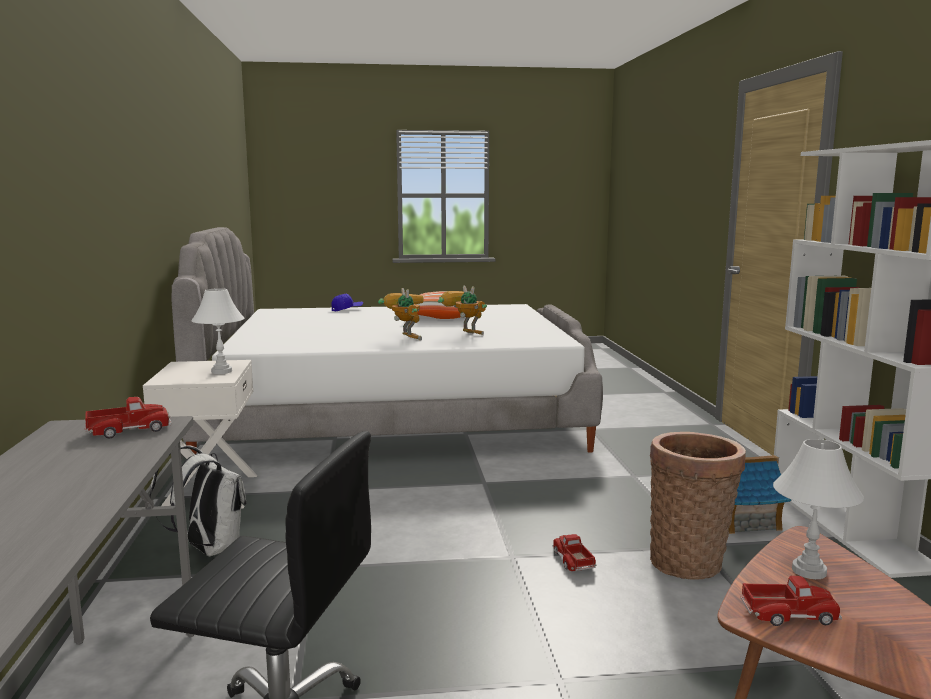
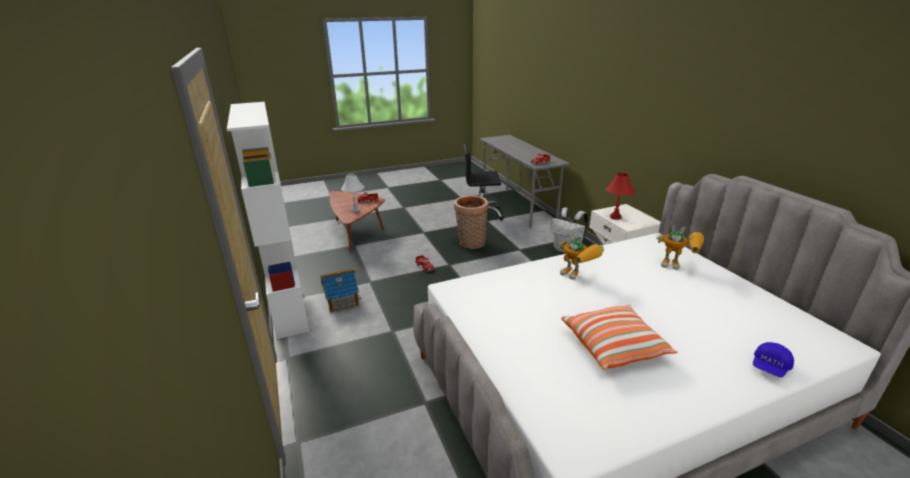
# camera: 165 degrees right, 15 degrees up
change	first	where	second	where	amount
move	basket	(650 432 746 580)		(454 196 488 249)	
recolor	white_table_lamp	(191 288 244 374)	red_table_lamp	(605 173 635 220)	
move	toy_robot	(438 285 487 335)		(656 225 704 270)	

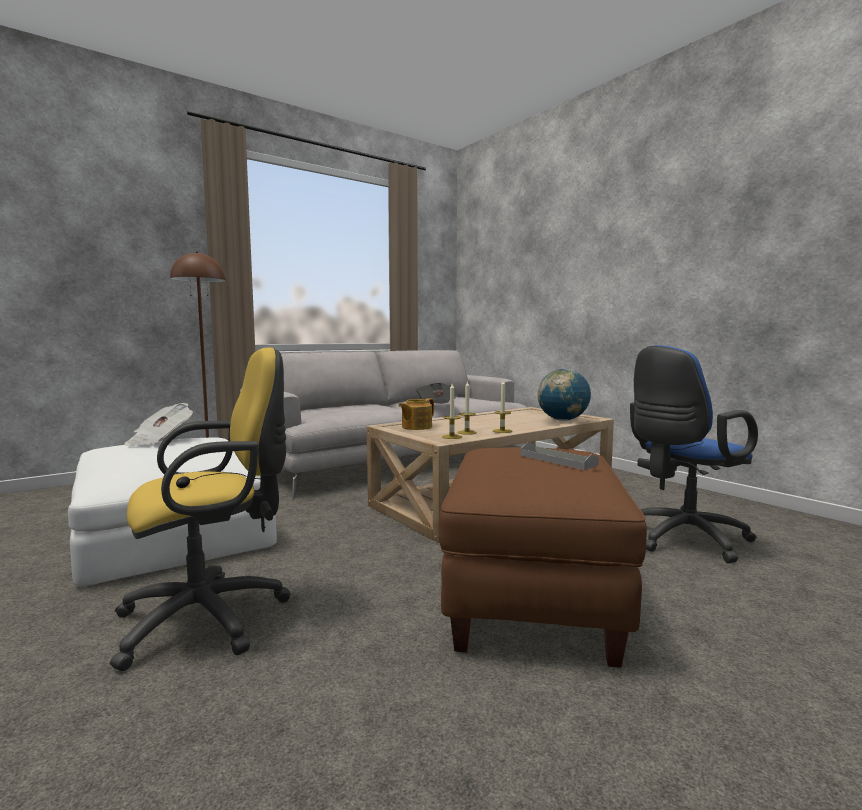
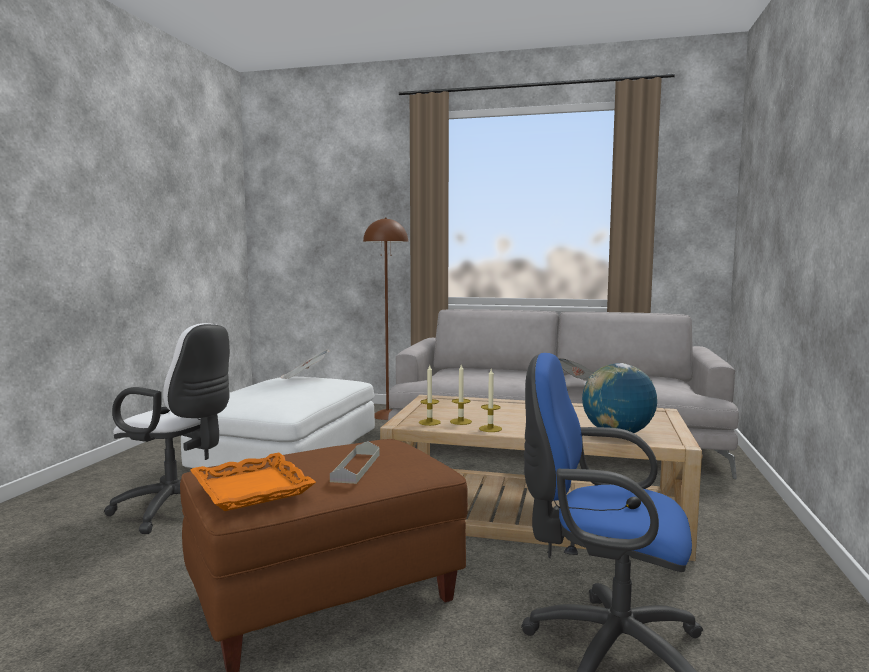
# camera: 50 degrees right, 0 degrees up
change	first	where	second	where	amount
recolor	yellow_office_chair	(110 347 291 671)	white_office_chair	(104 323 230 534)	
insert			orange_tray	(190 453 316 511)	
delete	teapot	(399 398 434 430)			

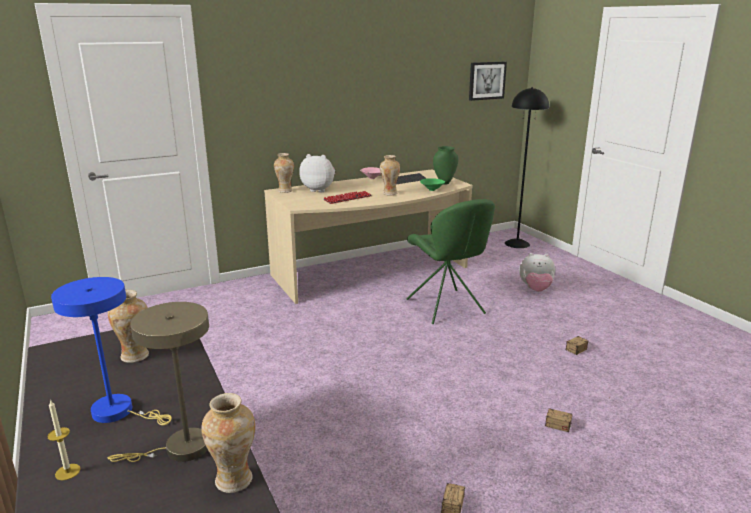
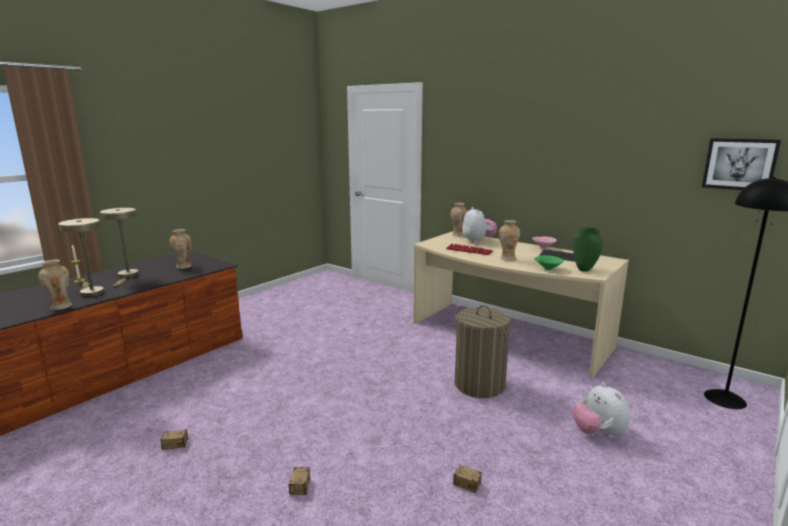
# camera: 65 degrees right, 5 degrees down
change	first	where	second	where	amount
recolor	blue_table_lamp	(51 277 172 425)	beige_table_lamp	(100 208 139 286)	
replace	green_chair	(406 199 495 324)	laundry_basket	(454 305 513 398)	

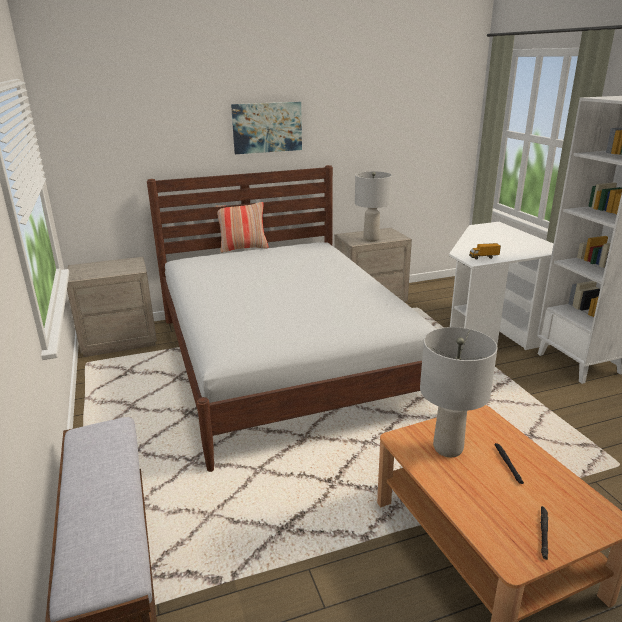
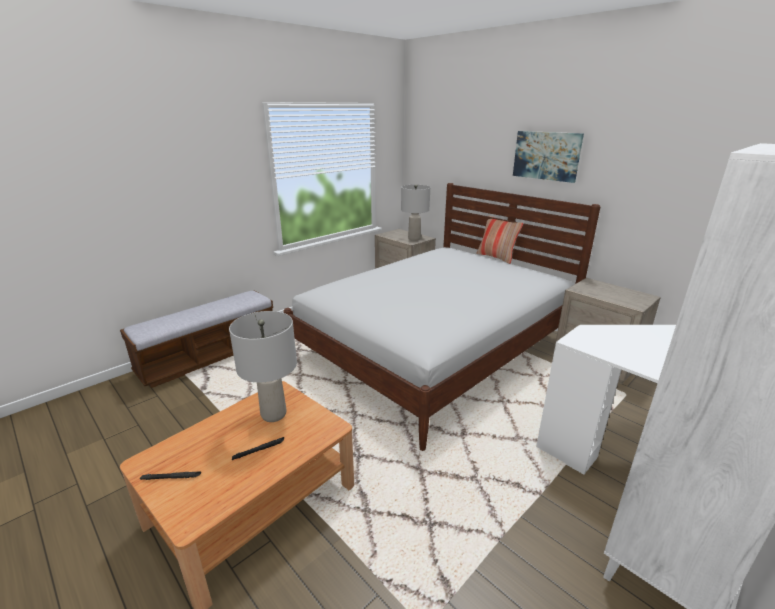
# camera: 65 degrees right, 0 degrees up
change	first	where	second	where	amount
move	grey_table_lamp	(355 172 392 242)		(401 185 430 241)	
delete	toy_truck	(469 243 501 259)			

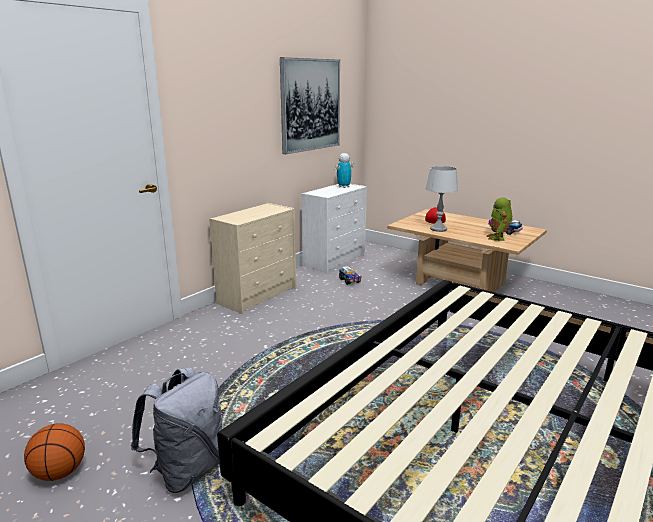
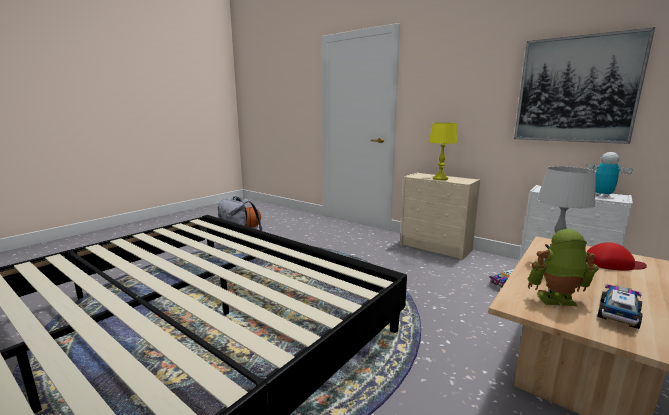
# camera: 90 degrees right, 5 degrees down
change	first	where	second	where	amount
insert			yellow_table_lamp	(429 123 458 180)	

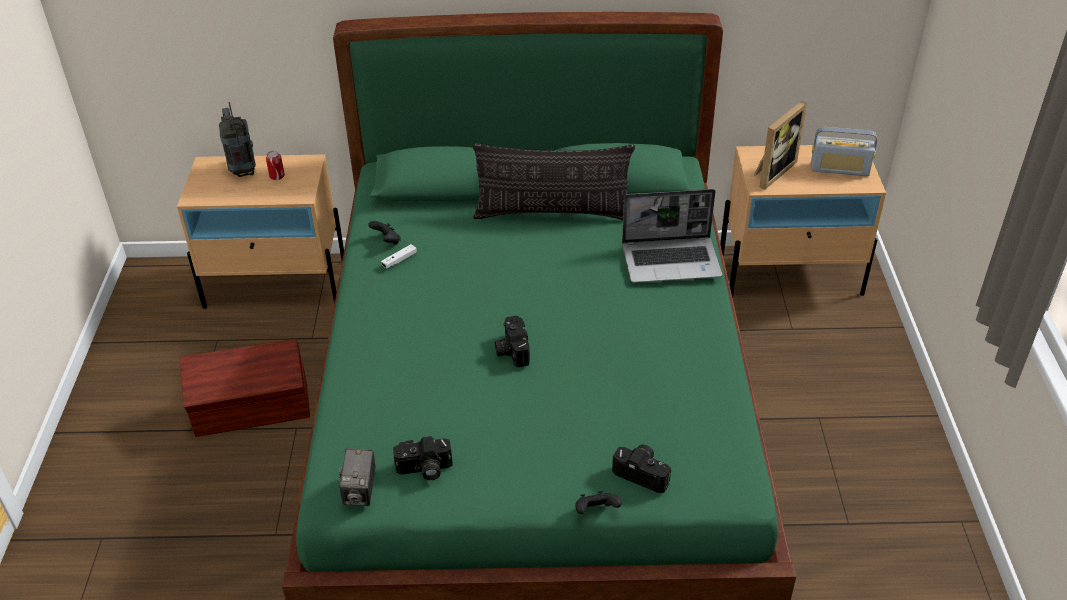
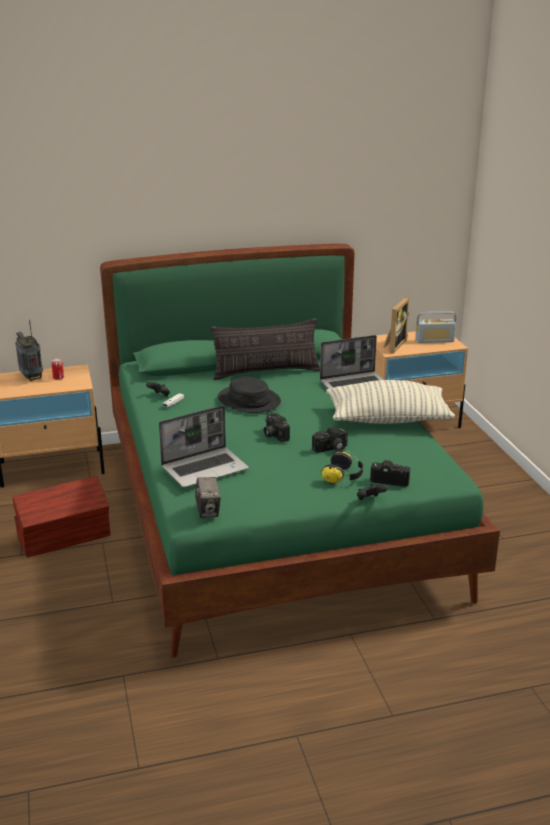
# camera: 15 degrees left, 15 degrees down
change	first	where	second	where	amount
insert			laptop	(159 405 249 488)	
insert			black_hat	(218 376 281 413)	
move	photo_camera	(393 436 453 480)		(312 427 348 453)	
insert			headphones	(322 450 363 486)	
insert			pillow	(326 380 455 424)	

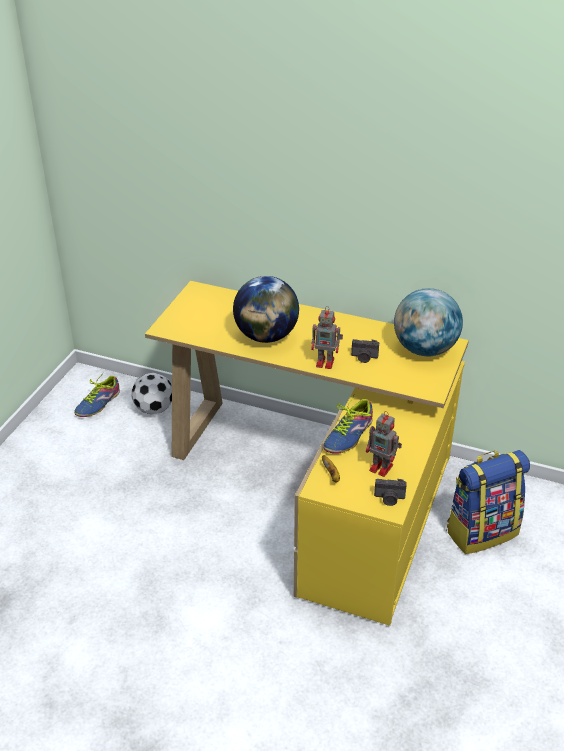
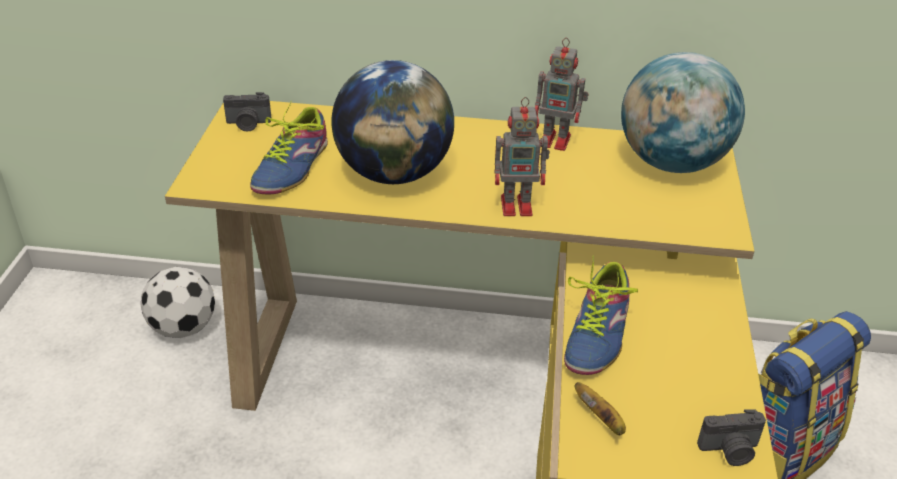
# camera: 15 degrees left, 0 degrees up
change	first	where	second	where	amount
move	photo_camera	(351 339 379 363)		(223 92 271 132)	
move	shoe	(74 372 120 417)		(250 101 328 194)	
move	toy_robot	(366 411 402 477)		(535 38 589 151)	

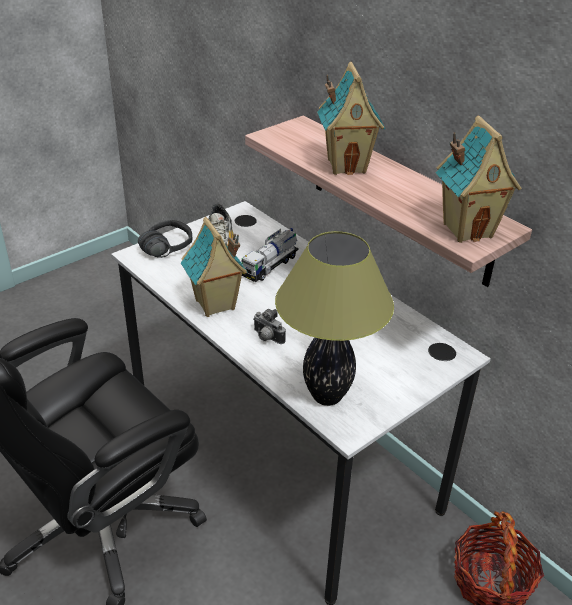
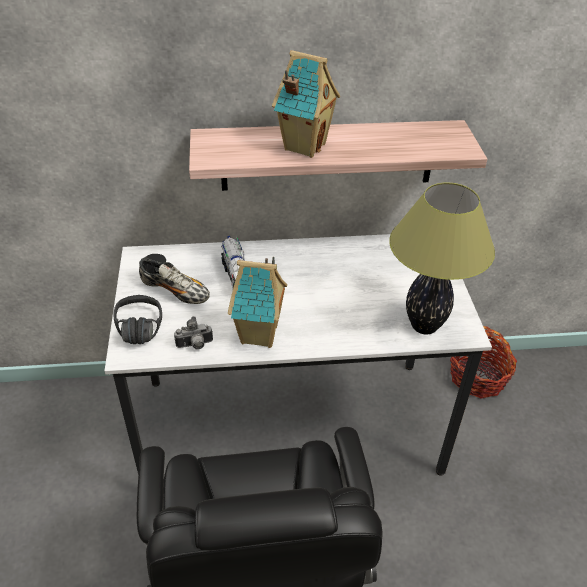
# camera: 55 degrees left, 5 degrees up
change	first	where	second	where	amount
move	photo_camera	(253 309 286 344)		(174 316 213 350)	
delete	toy_house	(436 116 521 243)			

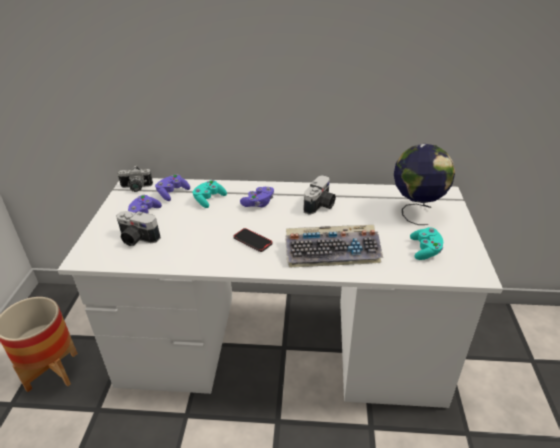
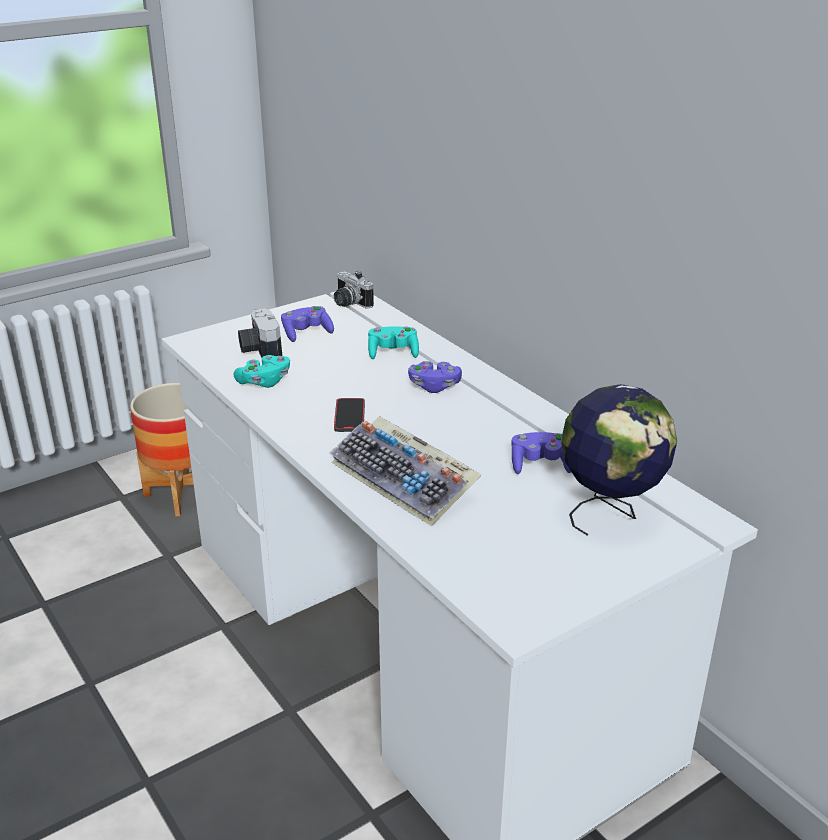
# camera: 50 degrees right, 5 degrees down
change	first	where	second	where	amount
move	turquoise_game_controller	(410 227 443 260)		(233 355 290 388)	
move	purple_game_controller	(155 174 190 201)		(511 432 571 474)	
delete	photo_camera	(303 175 336 215)			

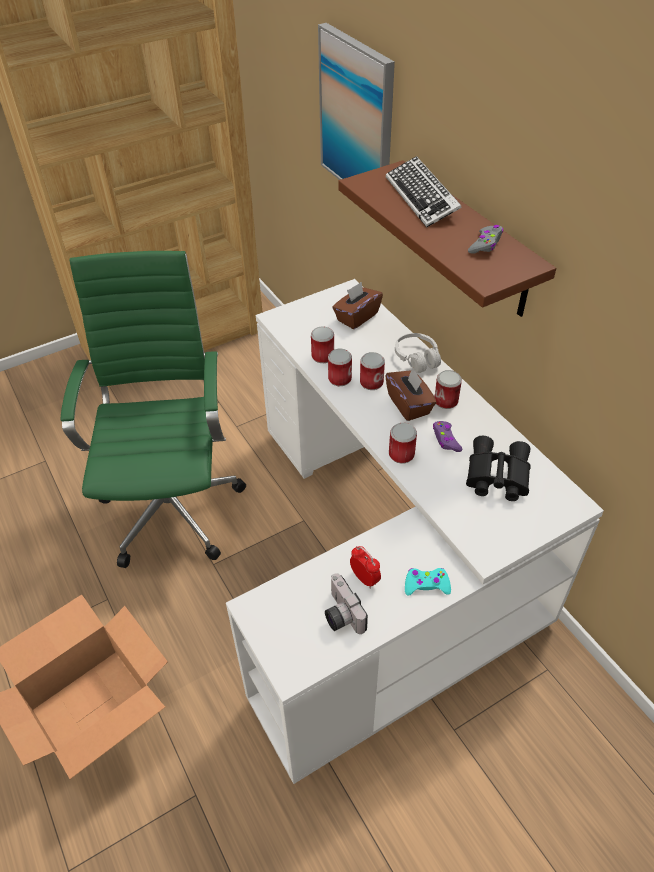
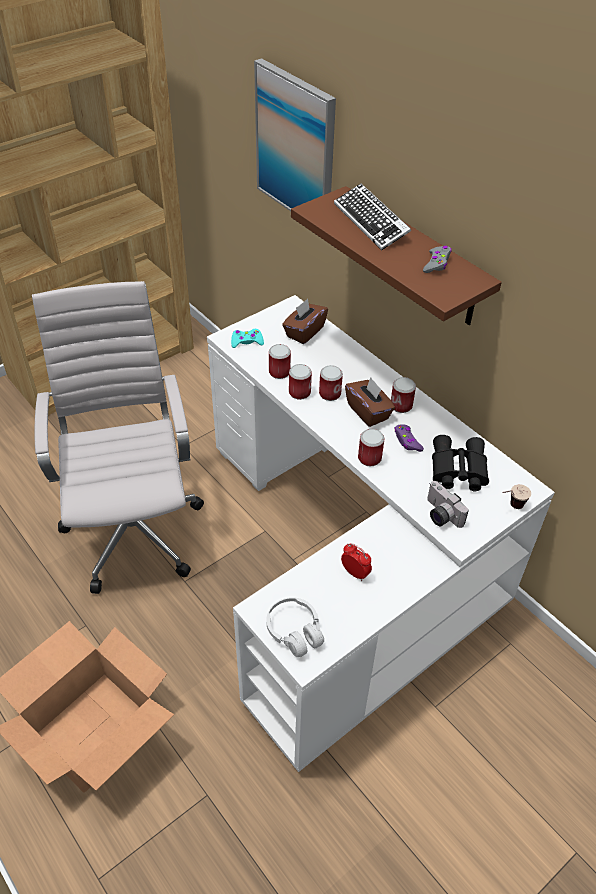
# camera: 10 degrees left, 0 degrees up
change	first	where	second	where	amount
recolor	green_office_chair	(61 251 246 568)	white_office_chair	(32 281 204 594)	
move	turquoise_game_controller	(405 568 451 596)		(231 329 264 348)	
move	white_headphones	(395 333 441 373)		(266 597 324 657)	
move	photo_camera	(325 573 368 634)		(427 481 469 528)	
insert			cup	(502 484 531 509)	

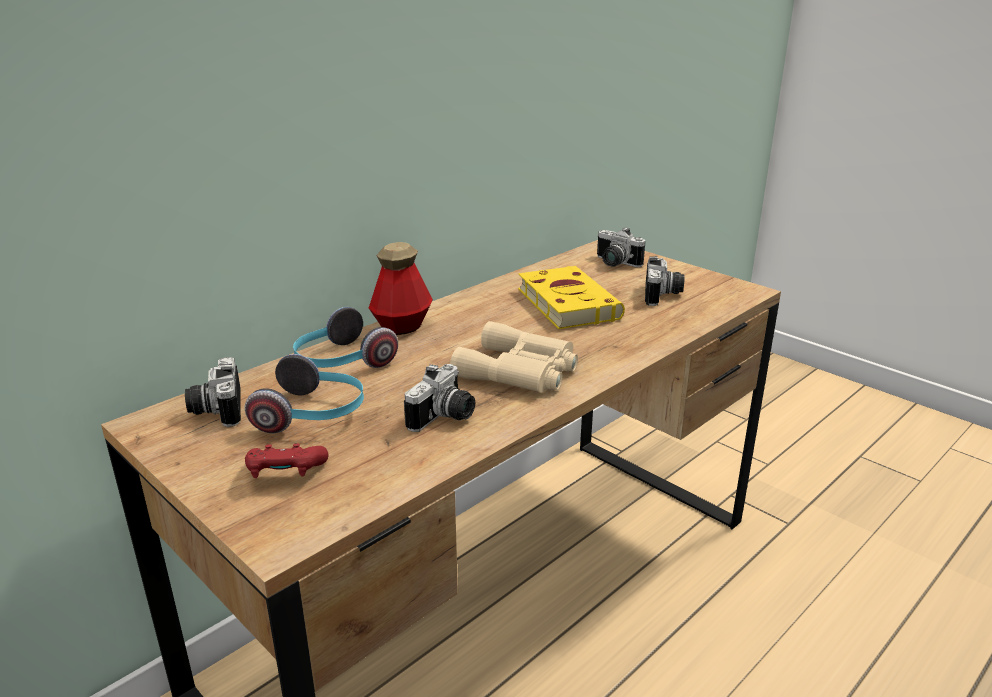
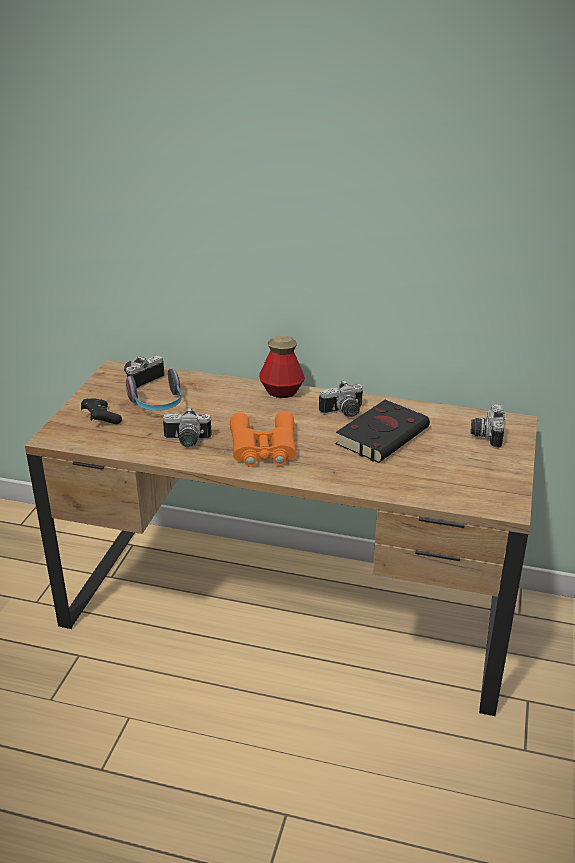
# camera: 60 degrees right, 5 degrees up
change	first	where	second	where	amount
recolor	red_game_controller	(245 443 328 478)	black_game_controller	(81 398 122 424)	
recolor	beige_binoculars	(450 321 578 392)	orange_binoculars	(230 411 296 467)	
move	photo_camera	(645 256 685 306)		(319 380 363 417)	
recolor	yellow_book	(518 266 625 329)	black_book	(336 400 430 463)	
delete	headphones	(293 307 398 368)			

